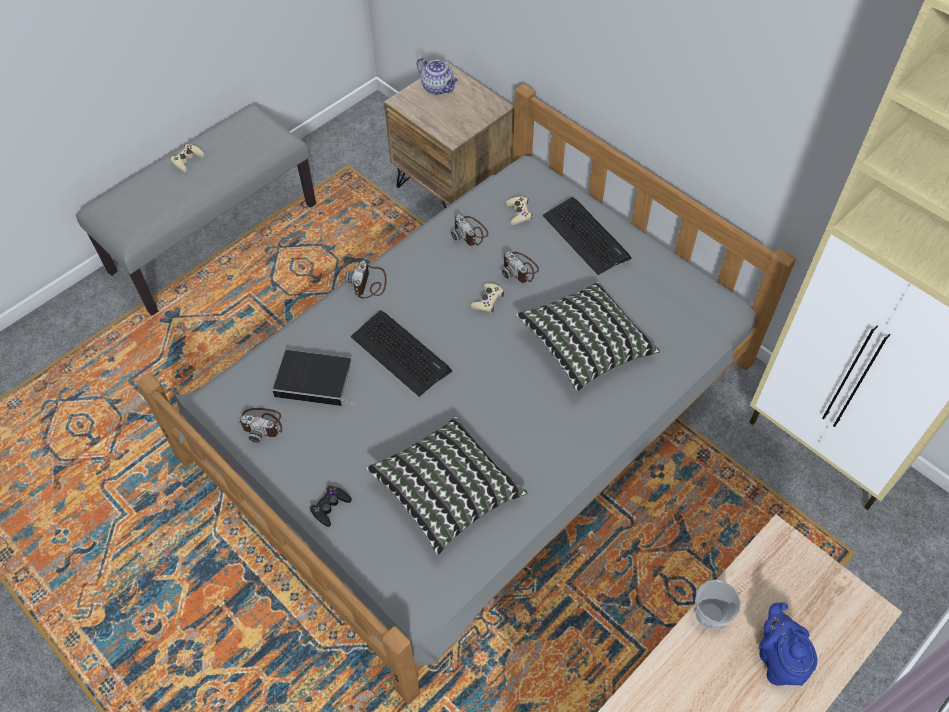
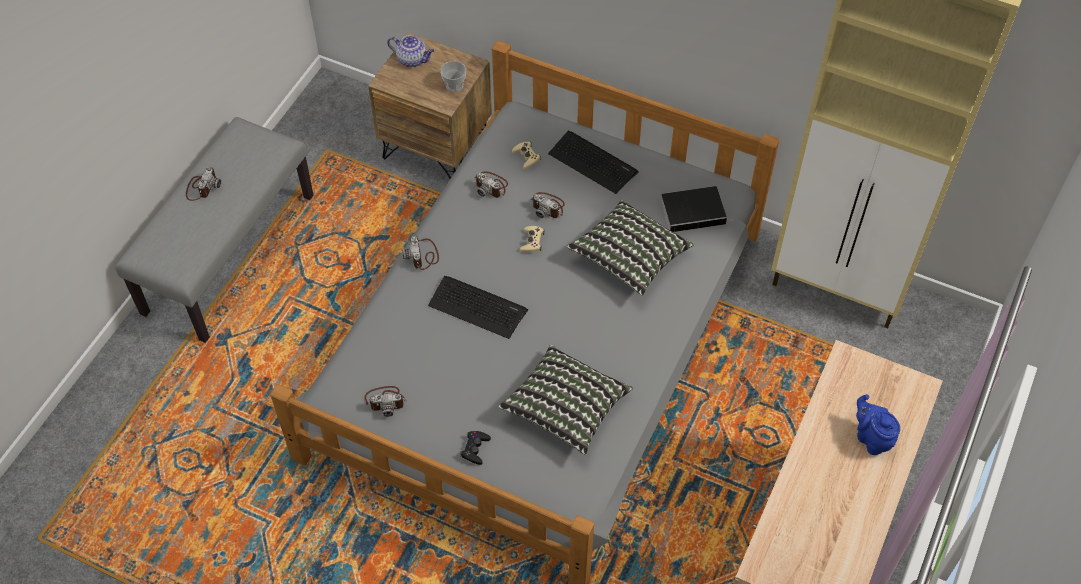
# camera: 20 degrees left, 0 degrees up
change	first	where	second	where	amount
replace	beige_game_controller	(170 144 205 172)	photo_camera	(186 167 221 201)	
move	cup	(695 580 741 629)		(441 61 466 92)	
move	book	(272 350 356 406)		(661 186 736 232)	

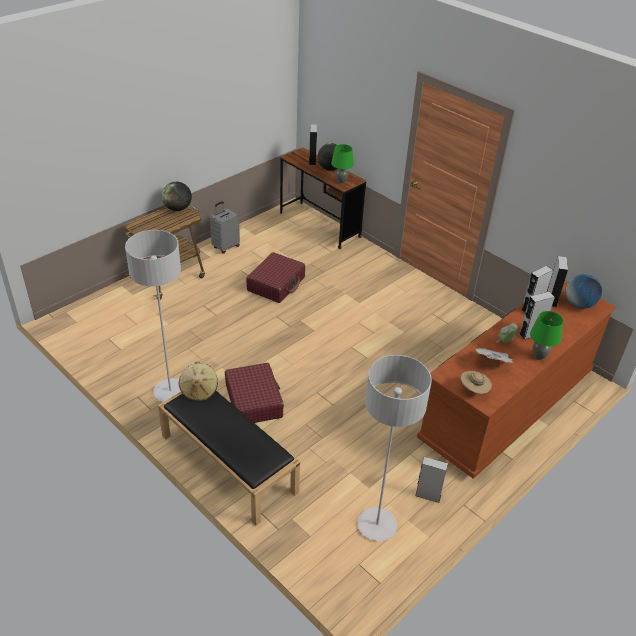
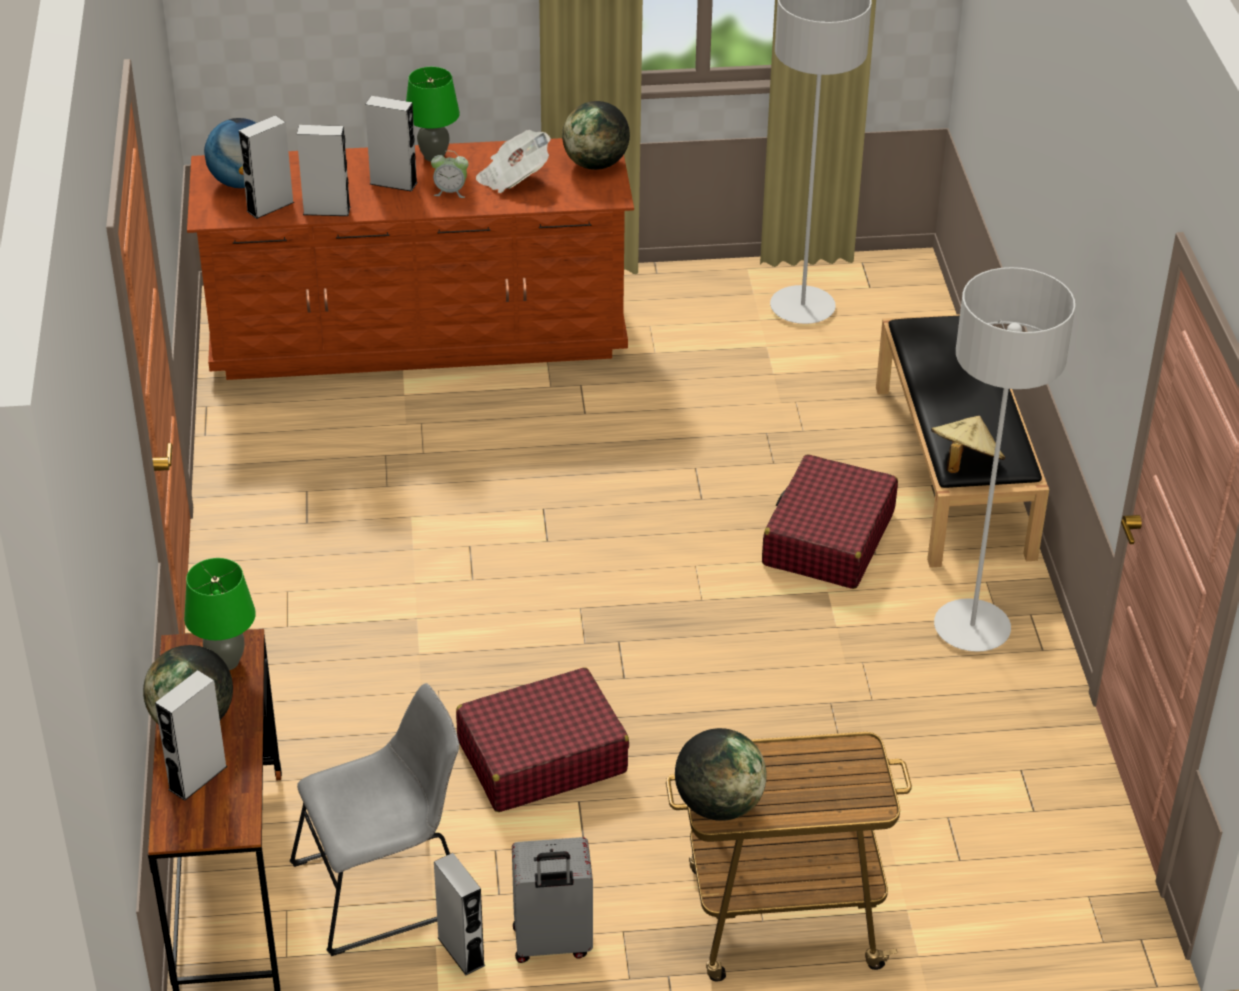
# camera: 140 degrees left, 0 degrees up
change	first	where	second	where	amount
insert			grey_chair	(290 683 459 956)	
move	grey_speaker	(415 457 448 503)		(434 853 485 975)	
replace	beige_hat	(461 371 492 394)	globe	(562 101 630 170)	

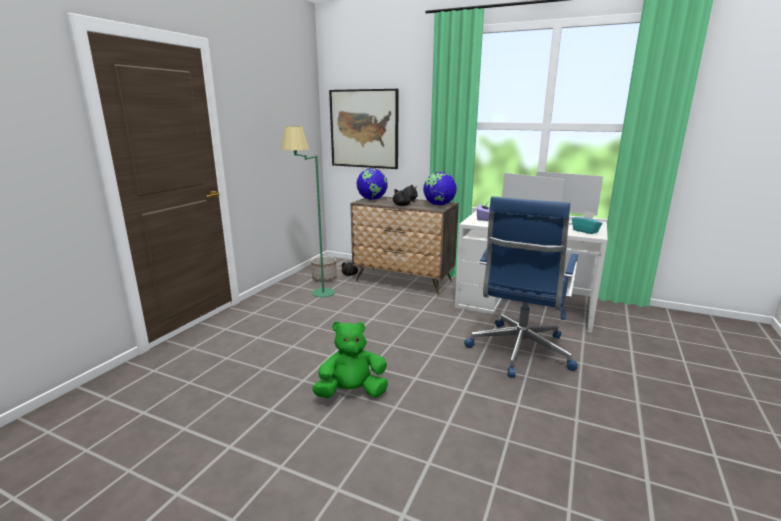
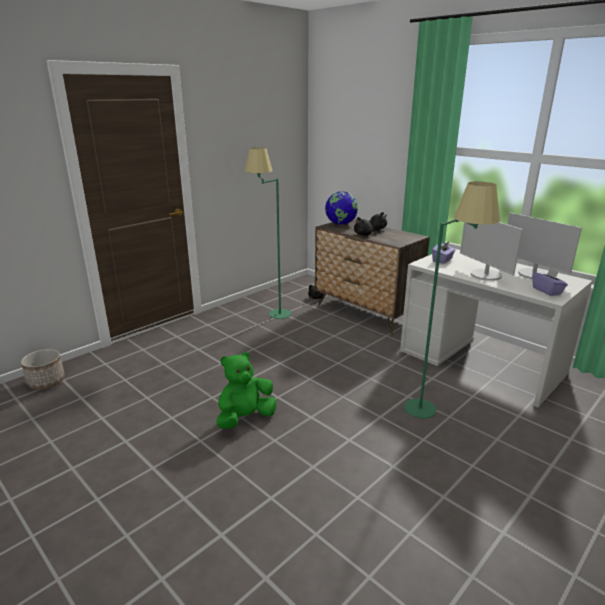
# camera: 20 degrees right, 5 degrees up
change	first	where	second	where	amount
move	planter	(311 256 337 282)		(21 349 65 389)	
rotate	green_plush_toy	(312 321 388 398)		(216 352 276 429)	45 degrees counterclockwise
replace	blue_office_chair	(464 196 578 378)	green_floor_lamp	(404 182 500 419)	
recolor	turquoise_tissue_box	(572 211 602 234)	purple_tissue_box	(532 267 568 296)	
delete	picture	(329 89 399 169)			
delete	globe	(423 172 457 206)			

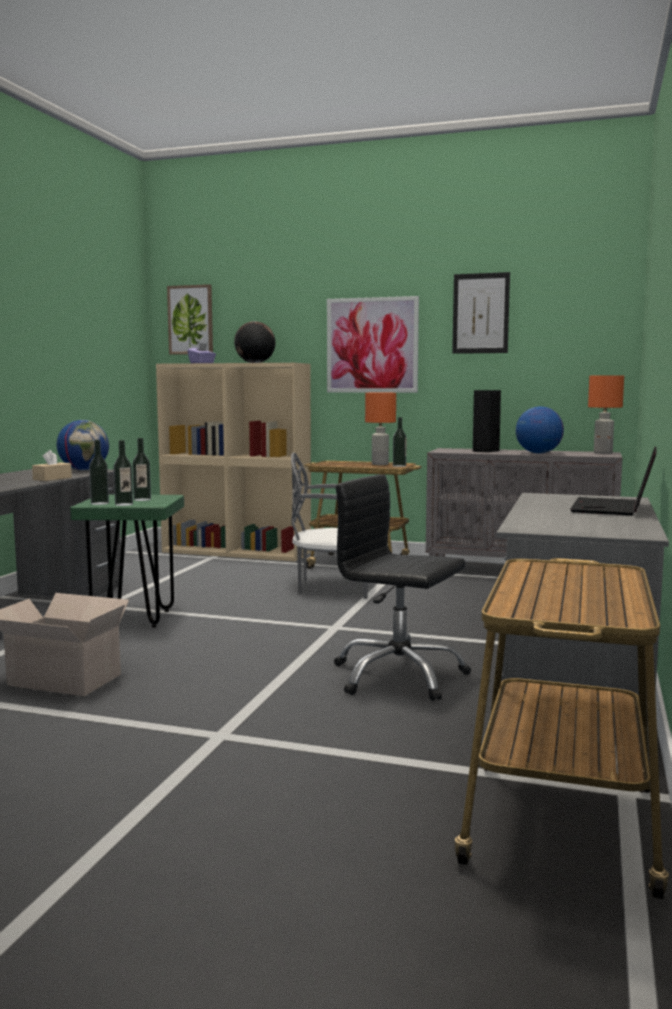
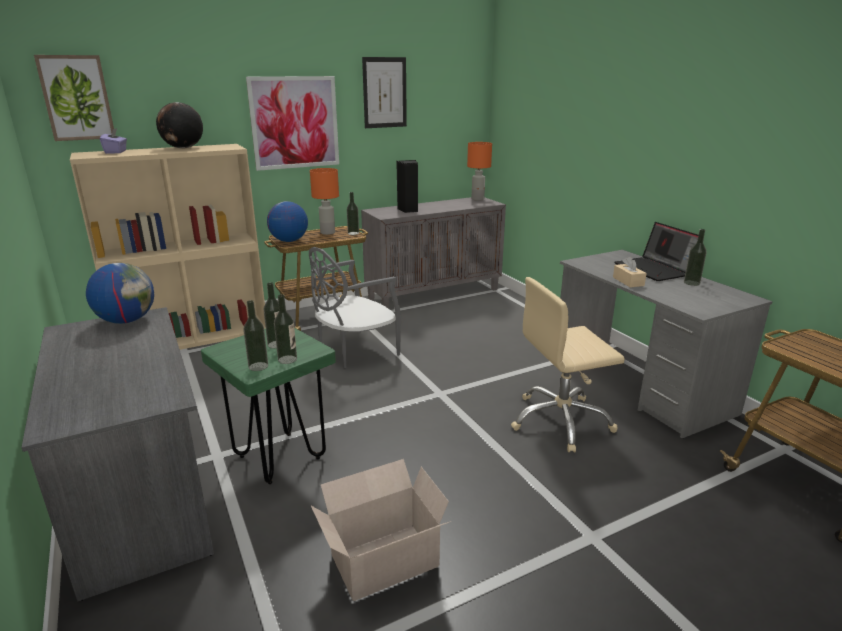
# camera: 45 degrees left, 15 degrees up
change	first	where	second	where	amount
move	globe	(516 406 564 454)		(267 201 308 242)	
recolor	black_office_chair	(334 474 471 701)	beige_office_chair	(511 277 625 452)	
move	beige_tissue_box	(32 450 72 481)		(613 256 647 287)	
insert			bottle	(684 229 707 286)	

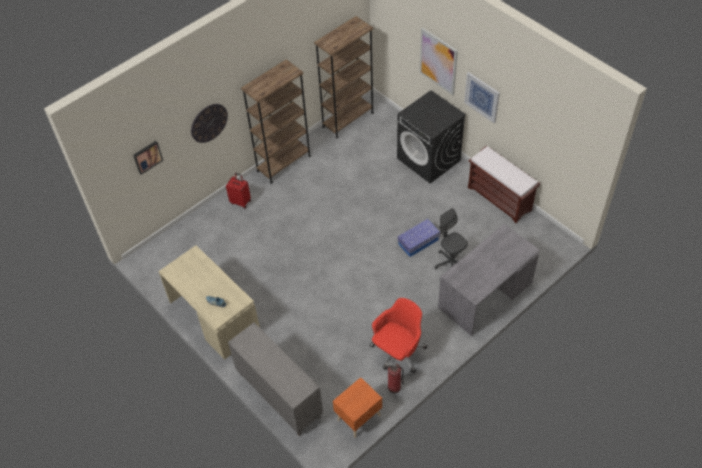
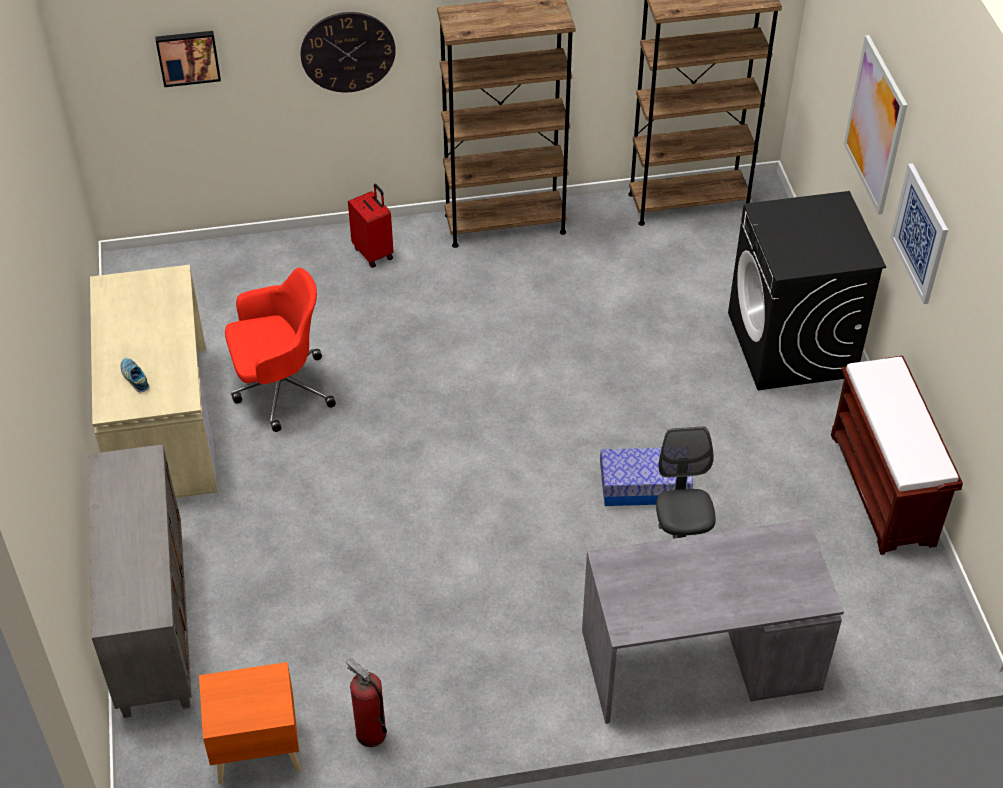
# camera: 30 degrees right, 5 degrees down
change	first	where	second	where	amount
move	red_office_chair	(370 298 427 373)		(225 268 336 432)	

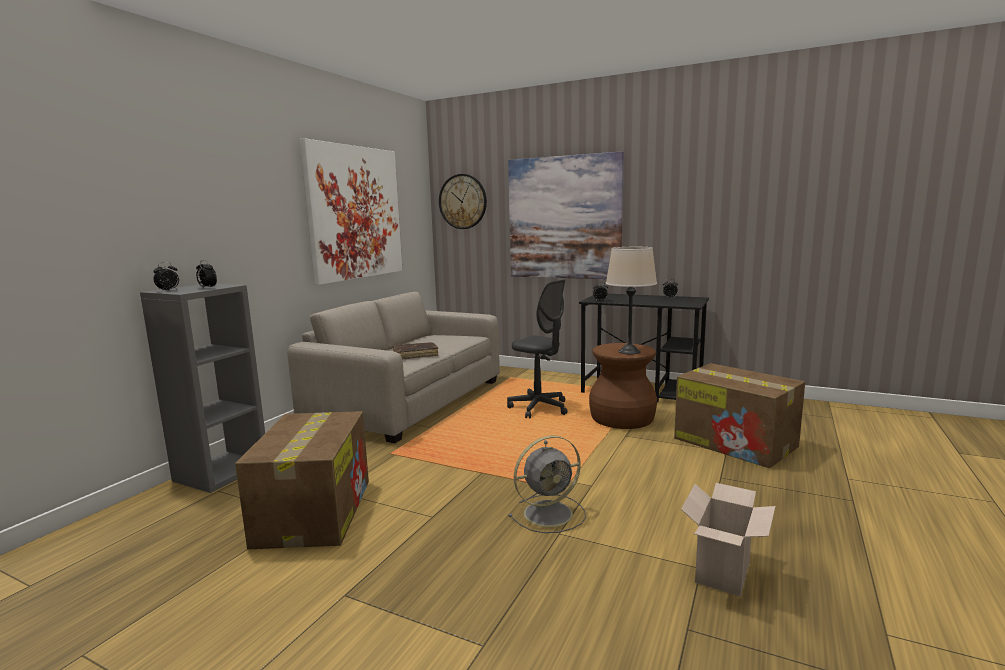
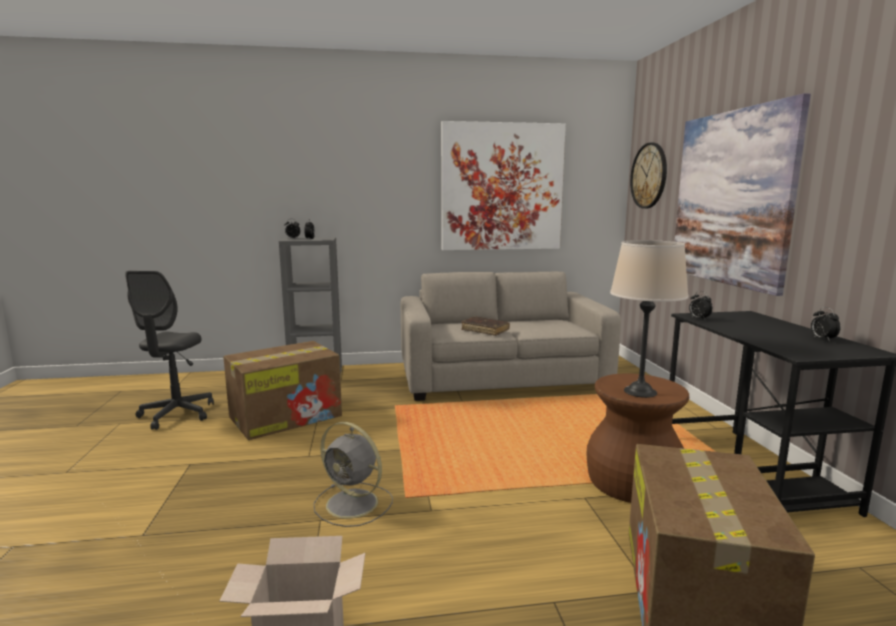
# camera: 55 degrees right, 0 degrees up
change	first	where	second	where	amount
move	grey_office_chair	(507 279 568 419)		(125 271 214 430)	

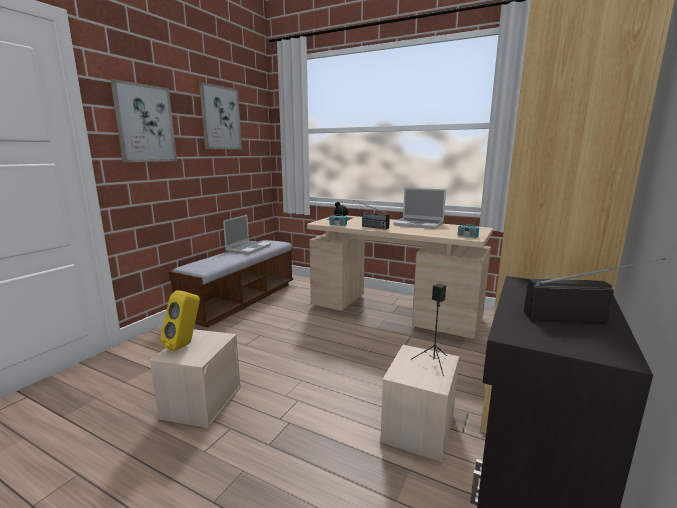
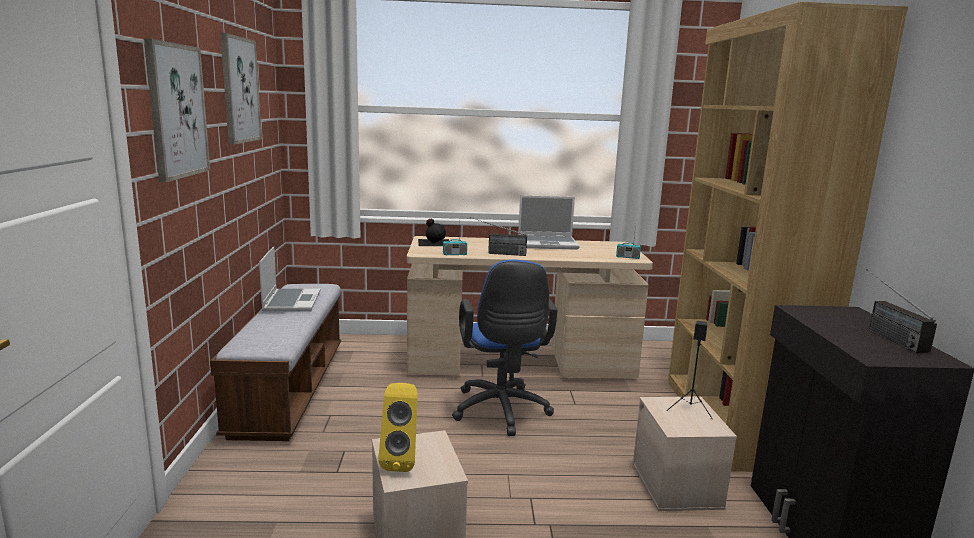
# camera: 30 degrees left, 0 degrees up
change	first	where	second	where	amount
insert			blue_office_chair	(452 259 557 436)	
rotate	radio	(524 258 665 322)		(867 269 937 353)	75 degrees counterclockwise

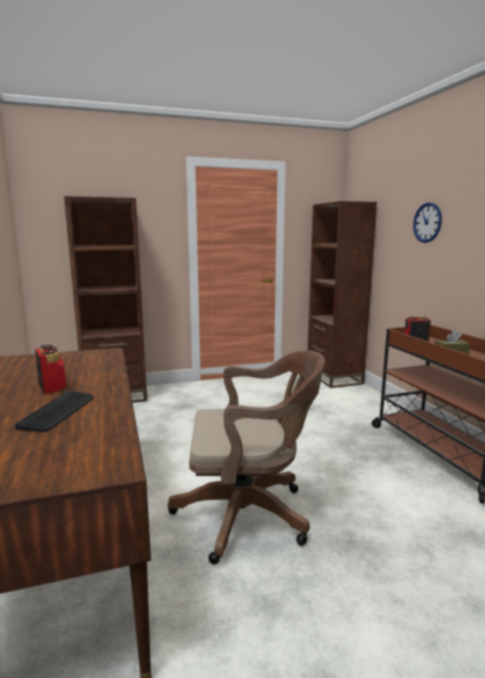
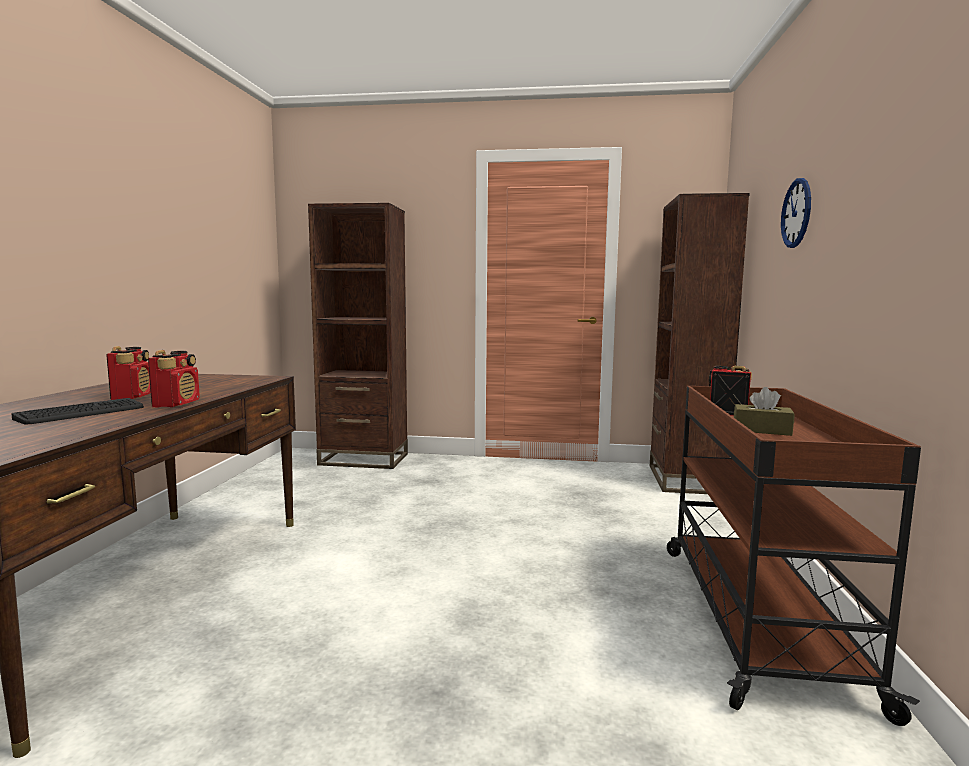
# camera: 25 degrees right, 5 degrees down
change	first	where	second	where	amount
insert			radio	(148 350 200 408)	
delete	brown_office_chair	(168 350 325 564)			

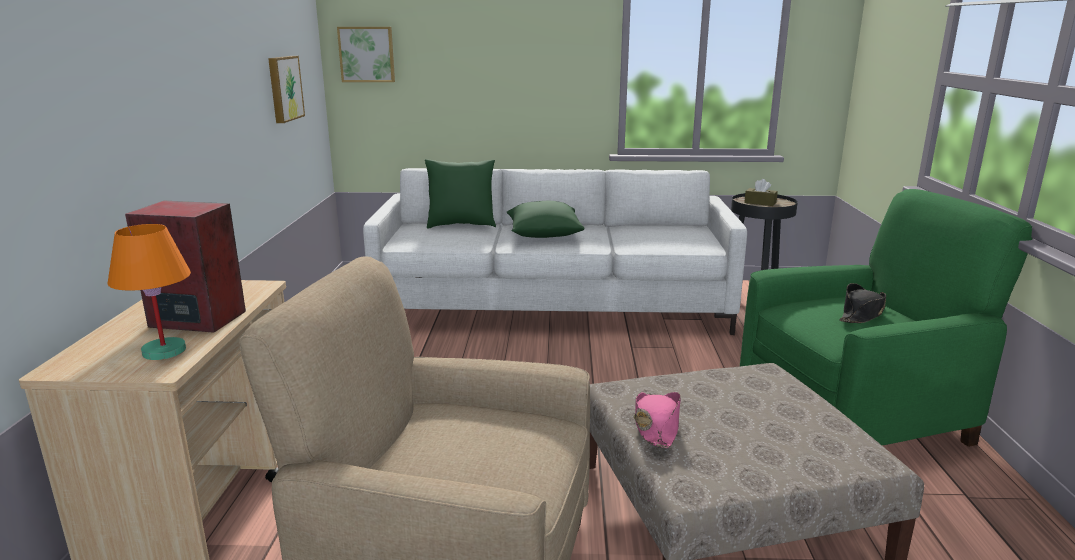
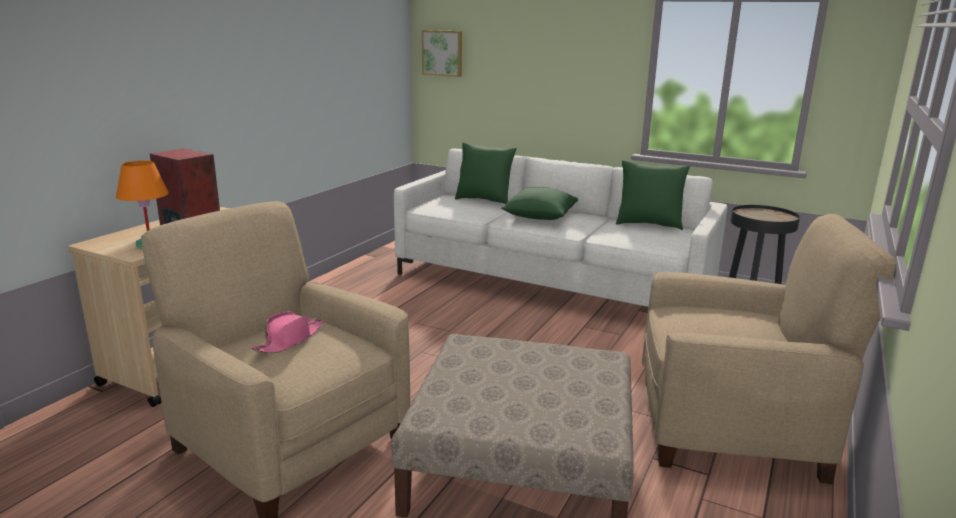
# camera: 25 degrees right, 0 degrees up
change	first	where	second	where	amount
move	pink_hat	(634 392 681 448)		(251 311 323 353)	
insert			green_pillow	(616 160 690 230)	
recolor	green_armchair	(740 189 1032 447)	beige_armchair	(642 214 896 484)	
delete	picture	(268 56 305 123)			
delete	brown_tissue_box	(744 179 778 206)			
delete	black_hat	(839 283 886 323)			

